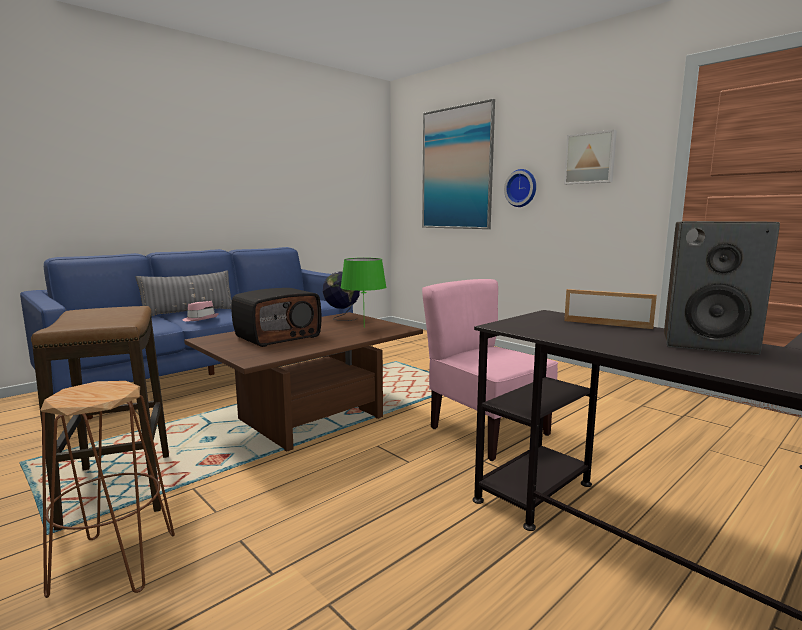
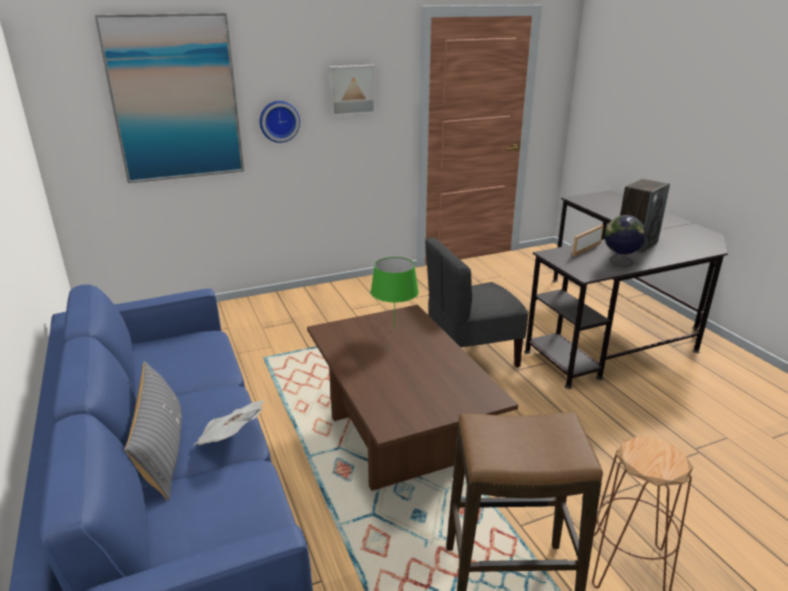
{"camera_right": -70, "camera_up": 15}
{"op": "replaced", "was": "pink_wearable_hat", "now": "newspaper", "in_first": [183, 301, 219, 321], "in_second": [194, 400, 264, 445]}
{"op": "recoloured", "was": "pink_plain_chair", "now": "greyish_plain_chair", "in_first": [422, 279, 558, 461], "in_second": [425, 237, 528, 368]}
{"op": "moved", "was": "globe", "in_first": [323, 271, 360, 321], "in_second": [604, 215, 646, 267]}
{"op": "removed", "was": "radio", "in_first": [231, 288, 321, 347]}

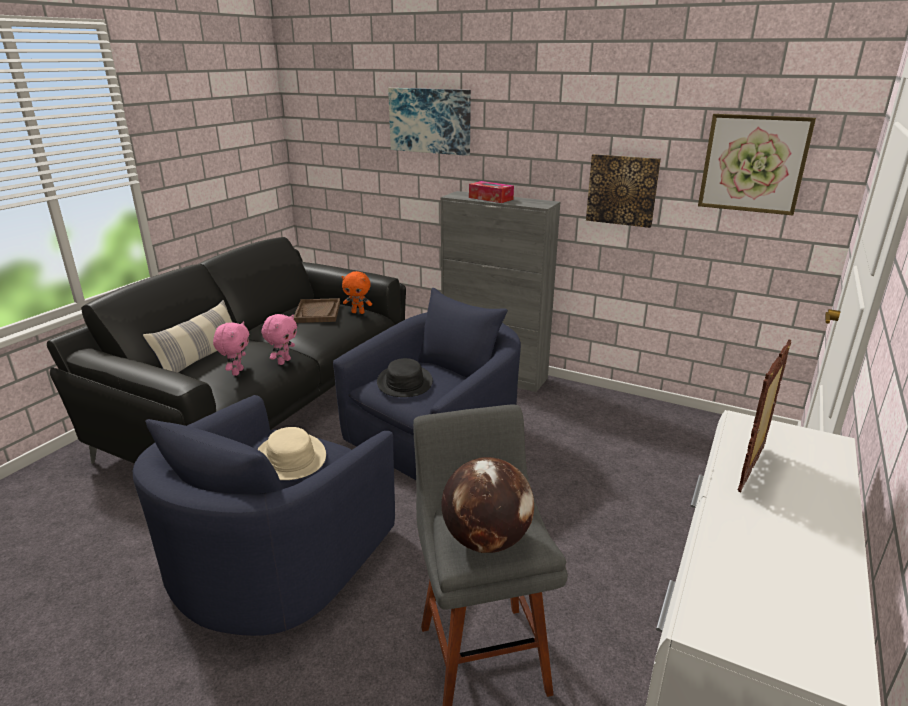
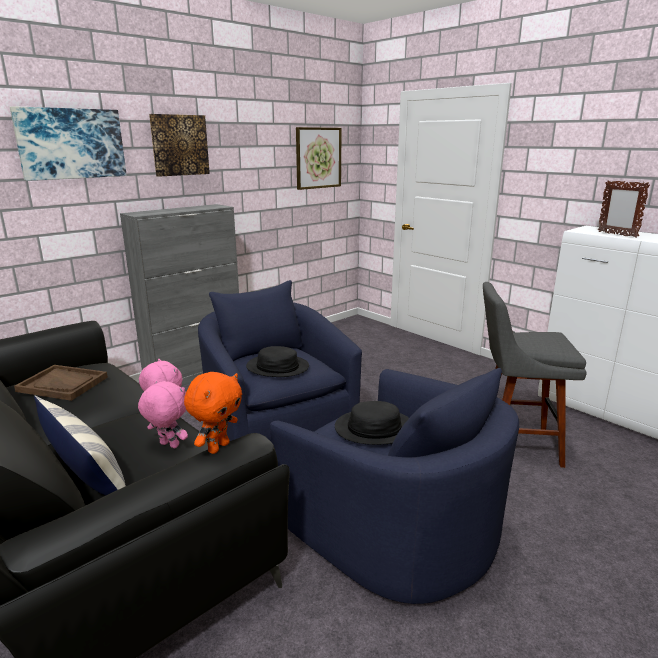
{"camera_right": -70, "camera_up": -5}
{"op": "moved", "was": "wall_picture", "in_first": [586, 154, 661, 228], "in_second": [149, 114, 210, 177]}
{"op": "moved", "was": "orange_cuddly_toy", "in_first": [342, 271, 372, 314], "in_second": [184, 372, 242, 454]}
{"op": "recoloured", "was": "beige-coloured_wearable_hat", "now": "blackish_wearable_hat", "in_first": [257, 427, 326, 480], "in_second": [335, 401, 409, 445]}
{"op": "removed", "was": "globe", "in_first": [441, 457, 534, 553]}
{"op": "removed", "was": "box_of_tissues", "in_first": [469, 181, 514, 203]}

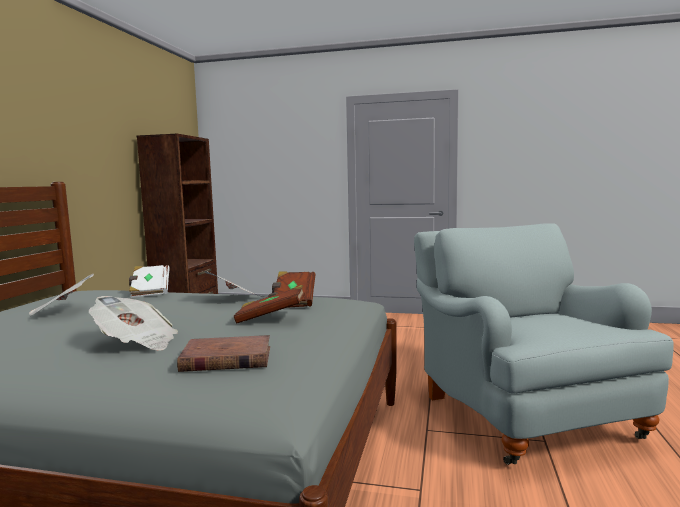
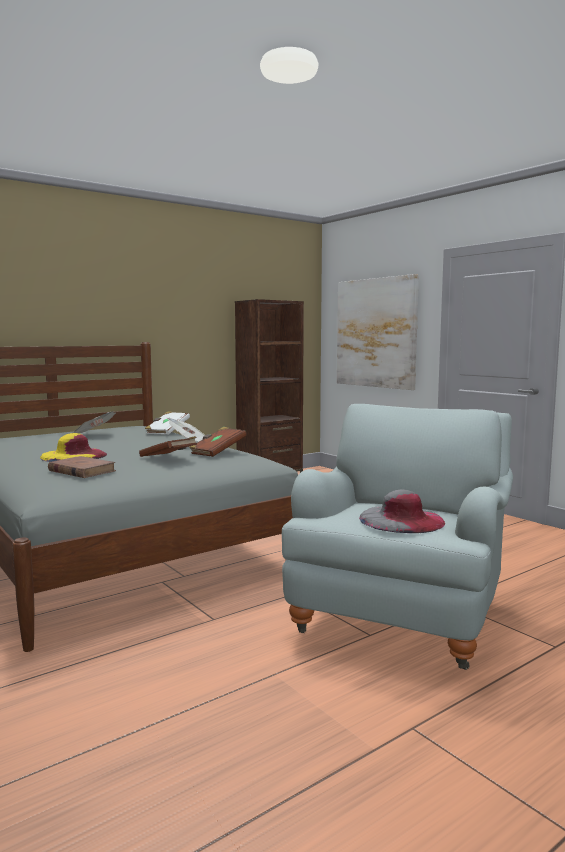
{"camera_right": 40, "camera_up": 0}
{"op": "replaced", "was": "newspaper", "now": "yellow-coloured_wearable_hat", "in_first": [89, 296, 178, 350], "in_second": [40, 433, 107, 462]}
{"op": "added", "now": "wall_picture", "in_second": [337, 274, 419, 390]}
{"op": "added", "now": "greyish_wearable_hat", "in_second": [359, 490, 445, 533]}

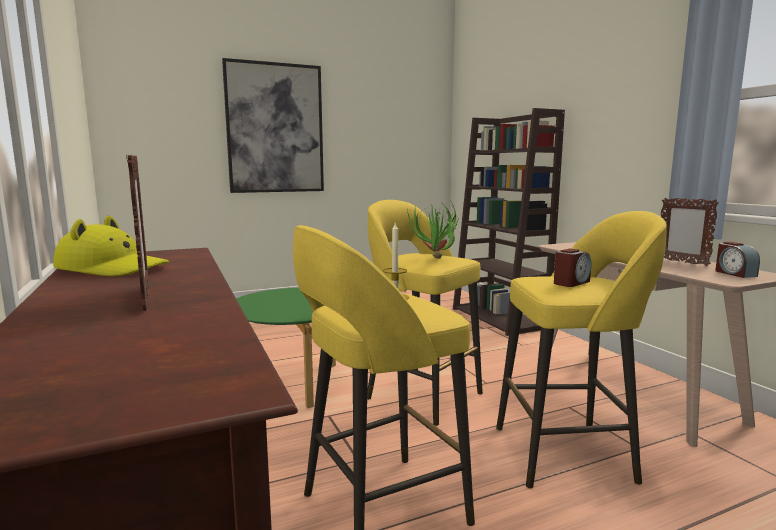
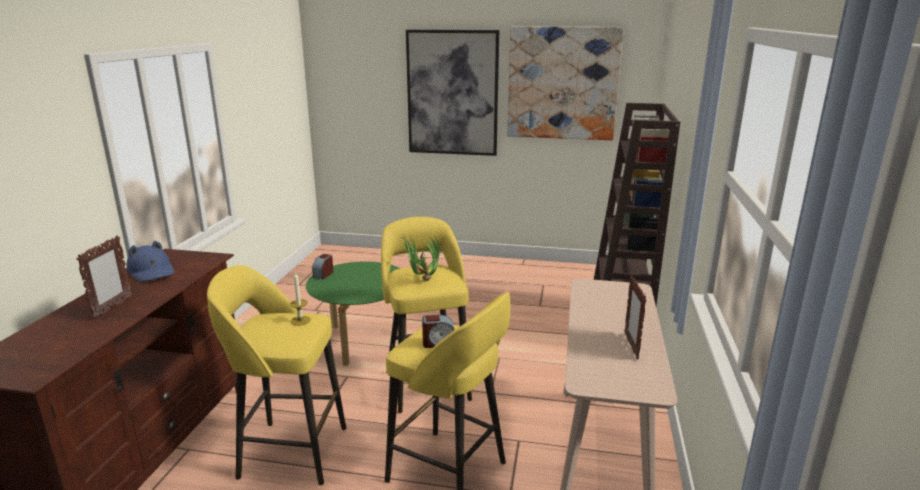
{"camera_right": 35, "camera_up": 10}
{"op": "recoloured", "was": "yellow-coloured_wearable_hat", "now": "bluish_wearable_hat", "in_first": [53, 216, 169, 276], "in_second": [127, 241, 175, 282]}
{"op": "moved", "was": "alarm_clock", "in_first": [715, 242, 760, 278], "in_second": [312, 254, 334, 280]}
{"op": "added", "now": "wall_picture", "in_second": [507, 26, 624, 140]}

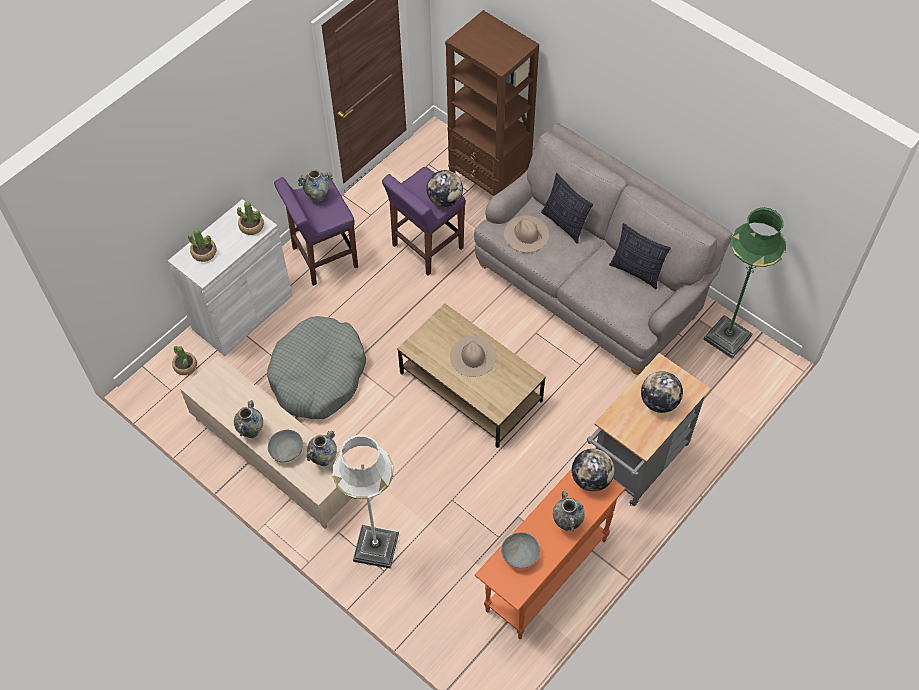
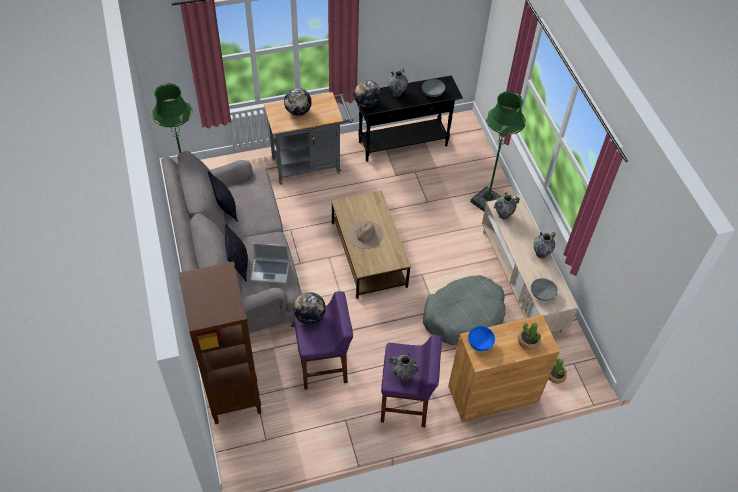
{"camera_right": -150, "camera_up": -5}
{"op": "replaced", "was": "beige-coloured_wearable_hat", "now": "portable_computer", "in_first": [504, 215, 549, 253], "in_second": [251, 243, 290, 283]}
{"op": "recoloured", "was": "orange_hall_table", "now": "blackish_hall_table", "in_first": [475, 469, 625, 639], "in_second": [353, 75, 463, 162]}
{"op": "recoloured", "was": "whitish_cabinet", "now": "brown_cabinet", "in_first": [168, 199, 293, 356], "in_second": [448, 314, 560, 422]}
{"op": "replaced", "was": "potted_plant", "now": "bluish_serving_bowl", "in_first": [237, 201, 264, 235], "in_second": [468, 326, 495, 351]}
{"op": "recoloured", "was": "whitish_standard_lamp", "now": "greenish_standard_lamp", "in_first": [332, 435, 399, 569], "in_second": [470, 91, 526, 211]}
{"op": "moved", "was": "greyish_serving_bowl", "in_first": [268, 430, 303, 462], "in_second": [531, 278, 558, 301]}

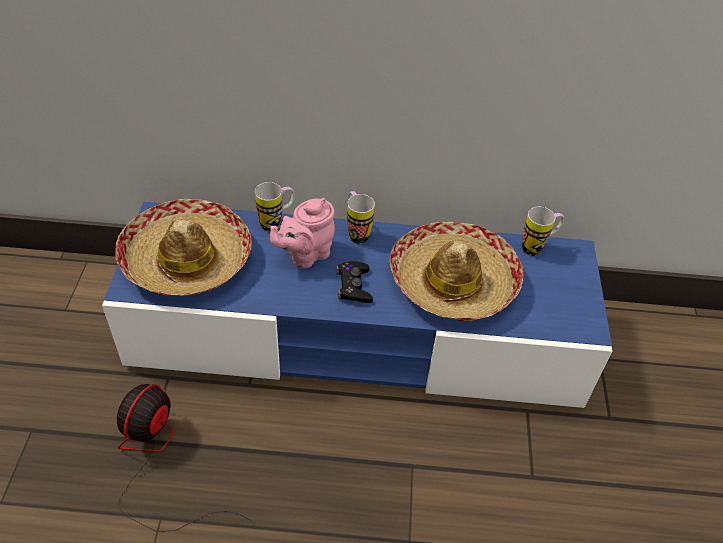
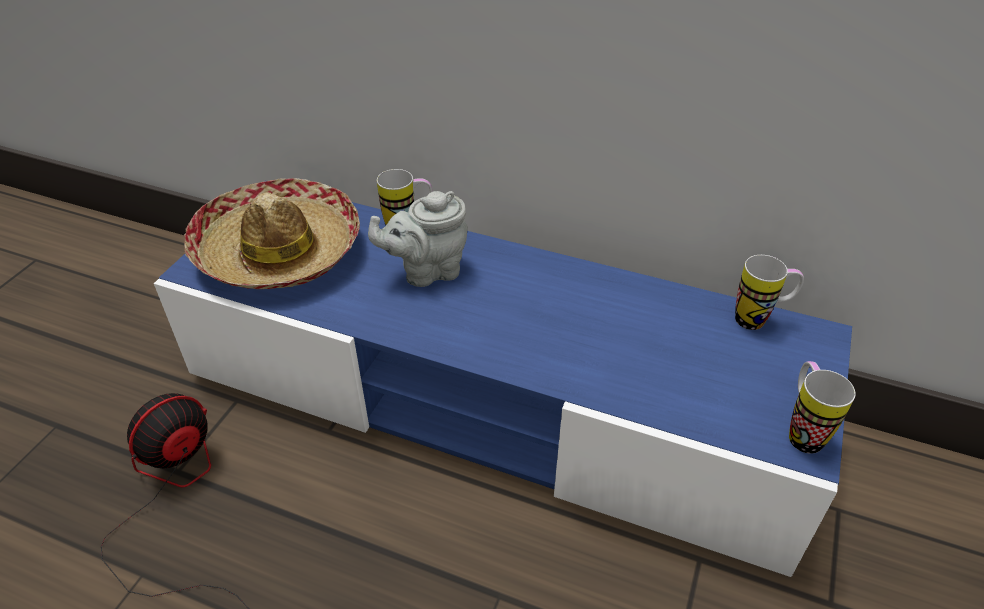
{"camera_right": 20, "camera_up": -5}
{"op": "recoloured", "was": "pink_tea_pot", "now": "greyish_tea_pot", "in_first": [270, 198, 335, 268], "in_second": [368, 191, 468, 287]}
{"op": "moved", "was": "mug", "in_first": [347, 191, 375, 244], "in_second": [789, 361, 856, 454]}
{"op": "removed", "was": "blackish_game_controller", "in_first": [336, 261, 373, 303]}
{"op": "removed", "was": "wearable_hat", "in_first": [390, 221, 523, 321]}

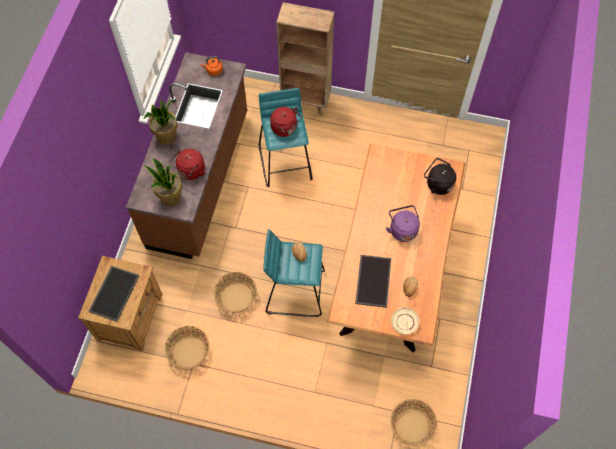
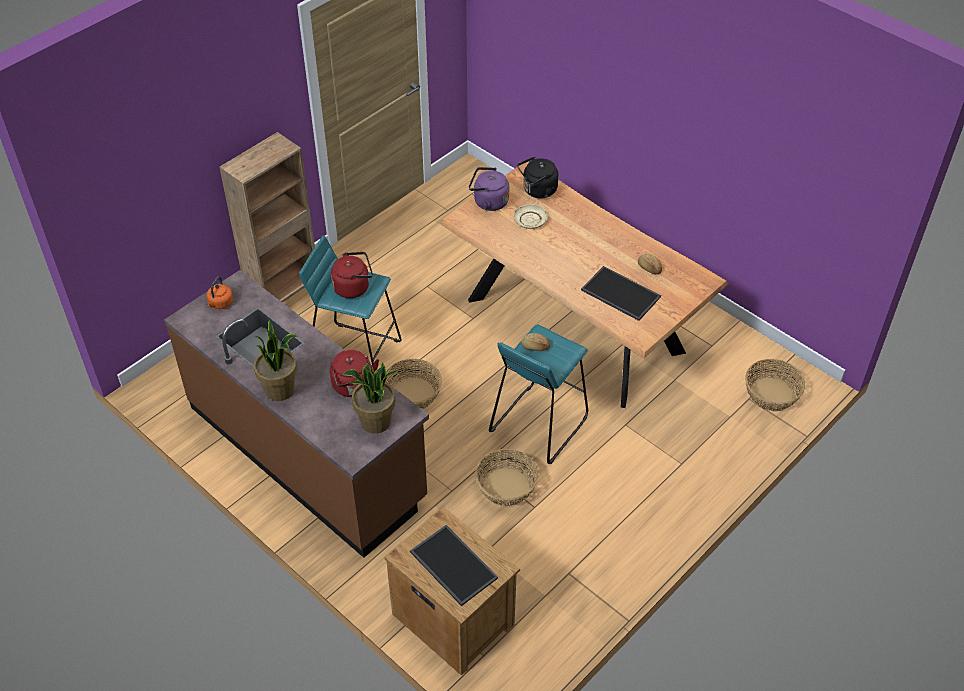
{"camera_right": -60, "camera_up": -15}
{"op": "moved", "was": "storage_basket", "in_first": [165, 326, 210, 369], "in_second": [386, 359, 442, 409]}
{"op": "moved", "was": "purplish_kettle", "in_first": [386, 205, 420, 242], "in_second": [469, 167, 509, 211]}
{"op": "moved", "was": "beige-coloured_flat_dish", "in_first": [391, 307, 419, 335], "in_second": [513, 204, 548, 229]}

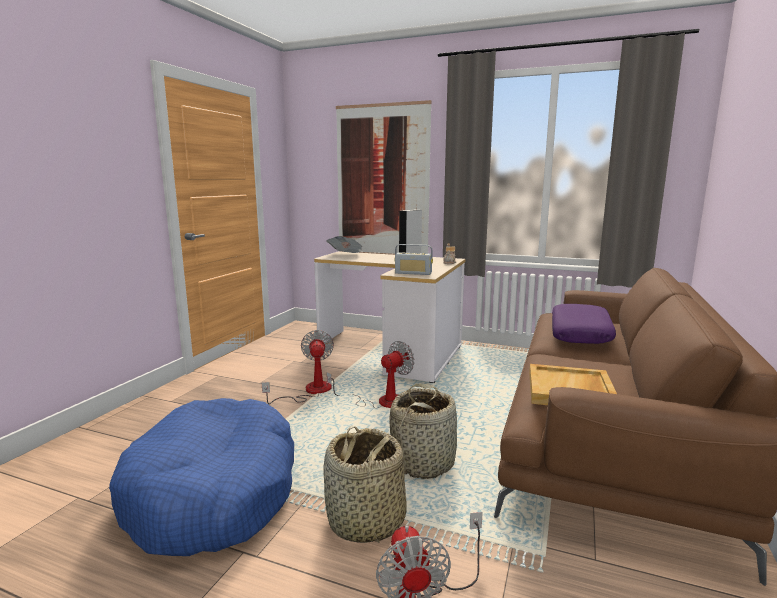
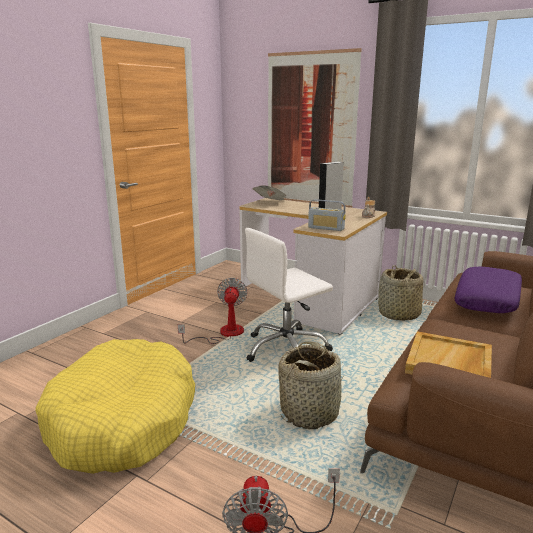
{"camera_right": 10, "camera_up": 5}
{"op": "recoloured", "was": "bluish_dog_bed", "now": "yellow-coloured_dog_bed", "in_first": [109, 398, 294, 556], "in_second": [35, 339, 195, 474]}
{"op": "replaced", "was": "cooling_fan", "now": "whitish_office_chair", "in_first": [327, 341, 415, 408], "in_second": [245, 228, 333, 362]}
{"op": "moved", "was": "storage_basket", "in_first": [323, 426, 407, 543], "in_second": [378, 265, 423, 321]}

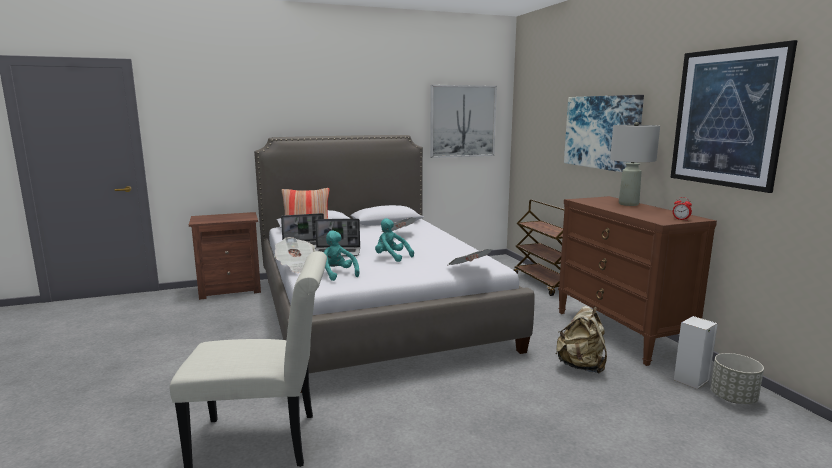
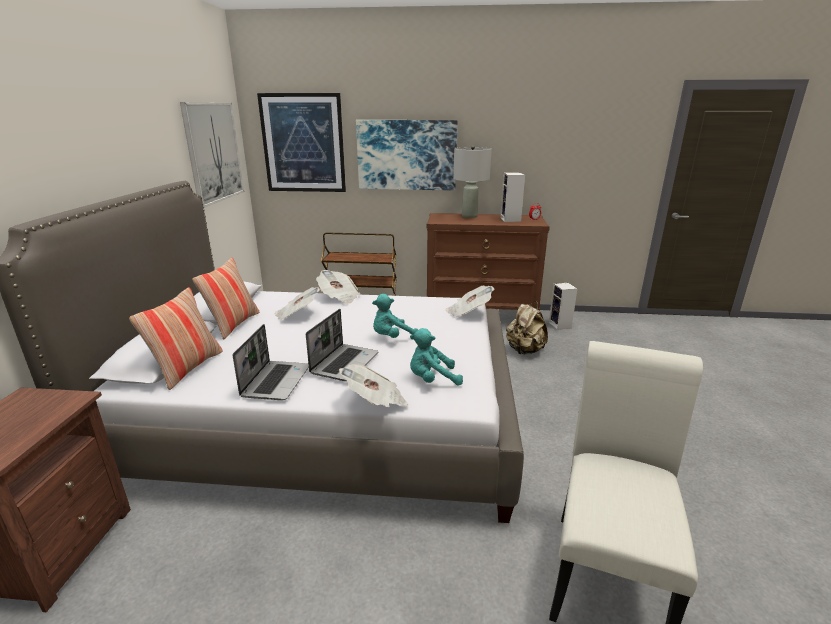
{"camera_right": -65, "camera_up": 10}
{"op": "added", "now": "cushion", "in_second": [192, 258, 259, 339]}
{"op": "moved", "was": "wall_picture", "in_first": [670, 40, 798, 193], "in_second": [257, 93, 346, 192]}
{"op": "added", "now": "newspaper", "in_second": [316, 270, 360, 304]}
{"op": "added", "now": "loudspeaker", "in_second": [500, 173, 525, 222]}
{"op": "removed", "was": "greyish_planter", "in_first": [711, 353, 764, 404]}

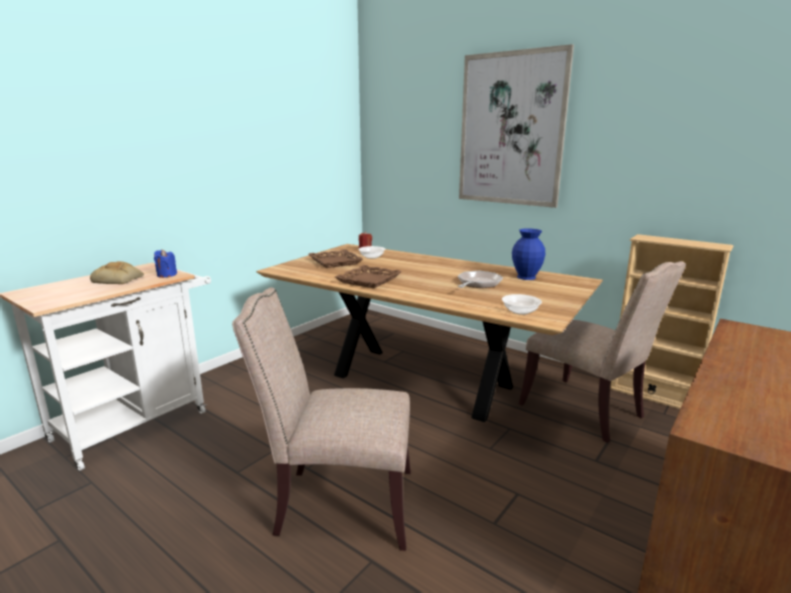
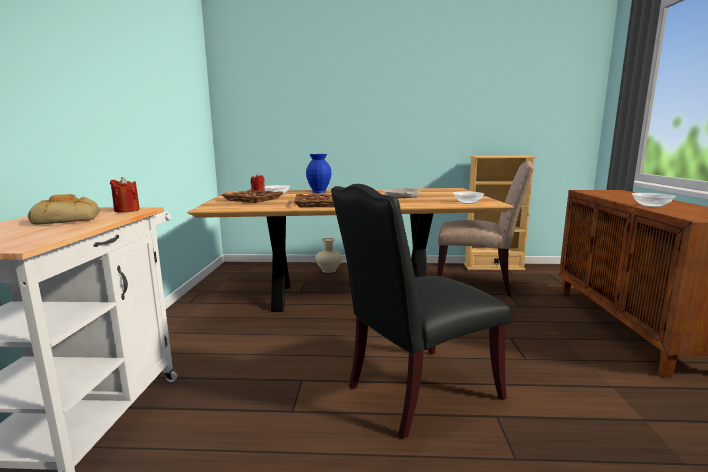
{"camera_right": -35, "camera_up": -5}
{"op": "recoloured", "was": "bluish_wax_candle", "now": "red_wax_candle", "in_first": [154, 250, 177, 278], "in_second": [110, 177, 140, 213]}
{"op": "moved", "was": "bluish_vase", "in_first": [512, 228, 545, 280], "in_second": [306, 154, 332, 193]}
{"op": "added", "now": "beige-coloured_vase", "in_second": [315, 238, 342, 273]}
{"op": "recoloured", "was": "beige-coloured_plain_chair", "now": "blackish_plain_chair", "in_first": [232, 287, 411, 551], "in_second": [331, 184, 510, 439]}
{"op": "added", "now": "serving_bowl", "in_second": [632, 193, 676, 207]}
{"op": "removed", "was": "wall_picture", "in_first": [459, 44, 574, 208]}

